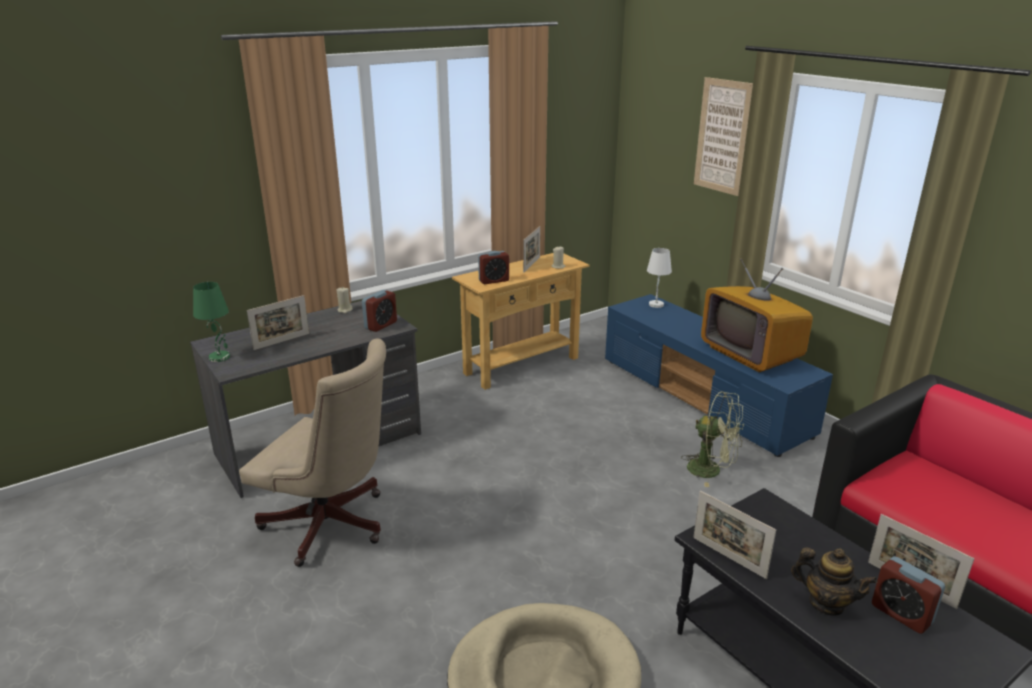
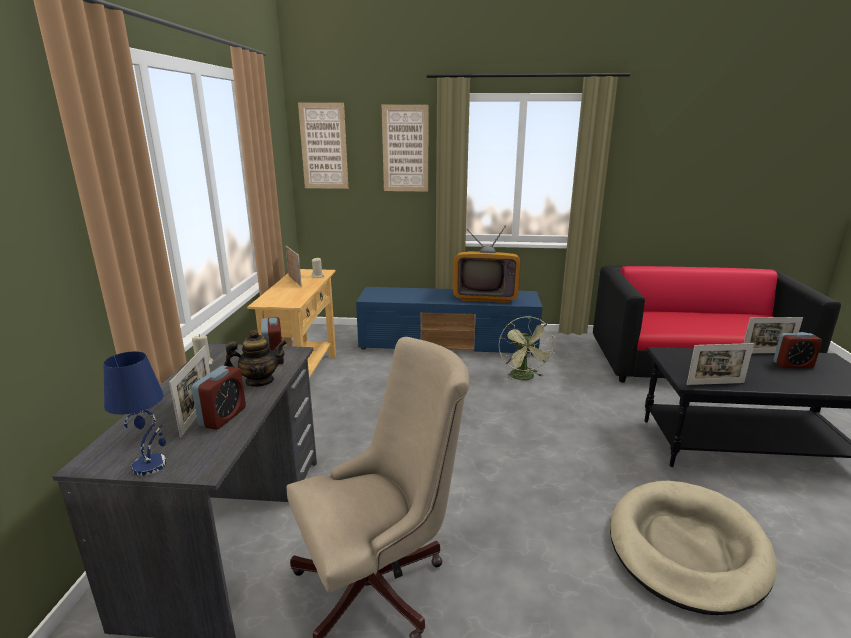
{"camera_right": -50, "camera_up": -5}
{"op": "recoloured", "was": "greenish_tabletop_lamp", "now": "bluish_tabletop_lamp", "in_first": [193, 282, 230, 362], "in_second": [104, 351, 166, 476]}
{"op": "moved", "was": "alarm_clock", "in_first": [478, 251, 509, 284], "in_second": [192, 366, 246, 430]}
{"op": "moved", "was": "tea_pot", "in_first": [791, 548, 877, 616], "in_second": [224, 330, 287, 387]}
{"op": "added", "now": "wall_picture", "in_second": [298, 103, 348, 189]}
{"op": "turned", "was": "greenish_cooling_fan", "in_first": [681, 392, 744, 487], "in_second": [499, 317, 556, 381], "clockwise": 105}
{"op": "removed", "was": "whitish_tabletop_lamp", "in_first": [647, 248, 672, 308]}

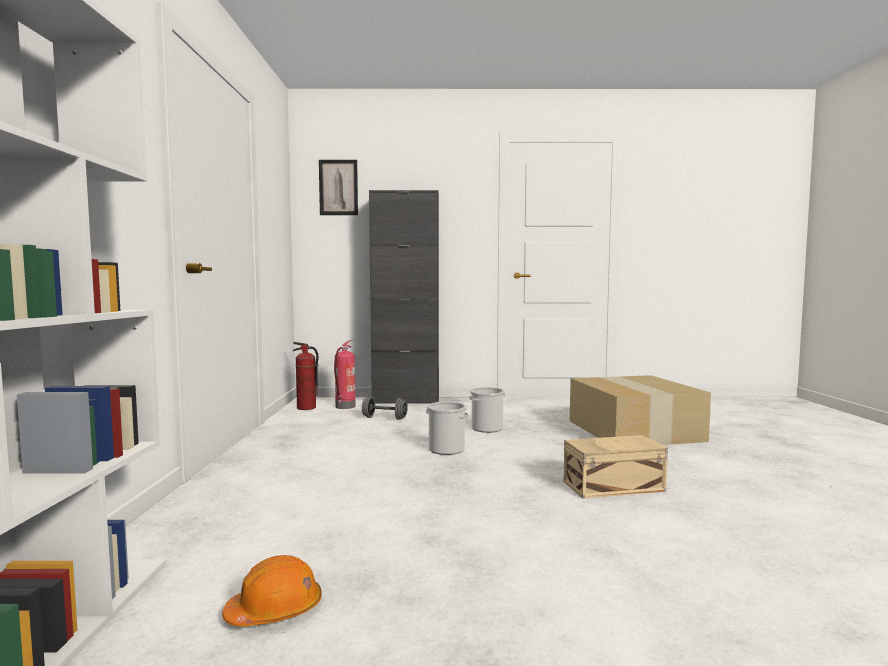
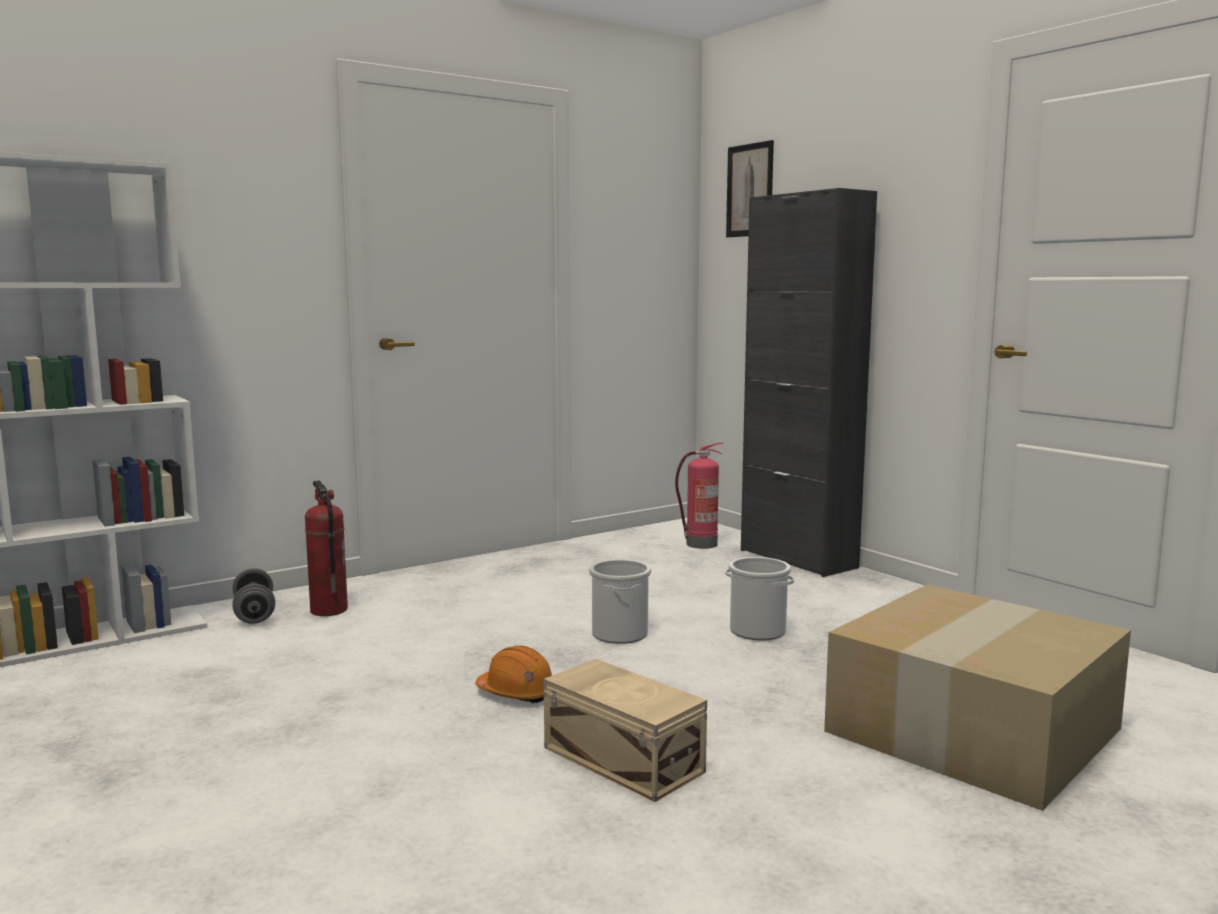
{"camera_right": 55, "camera_up": 5}
{"op": "moved", "was": "greyish_free_weight", "in_first": [362, 396, 408, 420], "in_second": [232, 568, 275, 624]}
{"op": "moved", "was": "fire-fighting_cylinder", "in_first": [293, 342, 319, 410], "in_second": [305, 481, 348, 616]}
{"op": "moved", "was": "orange_work_helmet", "in_first": [222, 555, 322, 626], "in_second": [475, 646, 552, 703]}

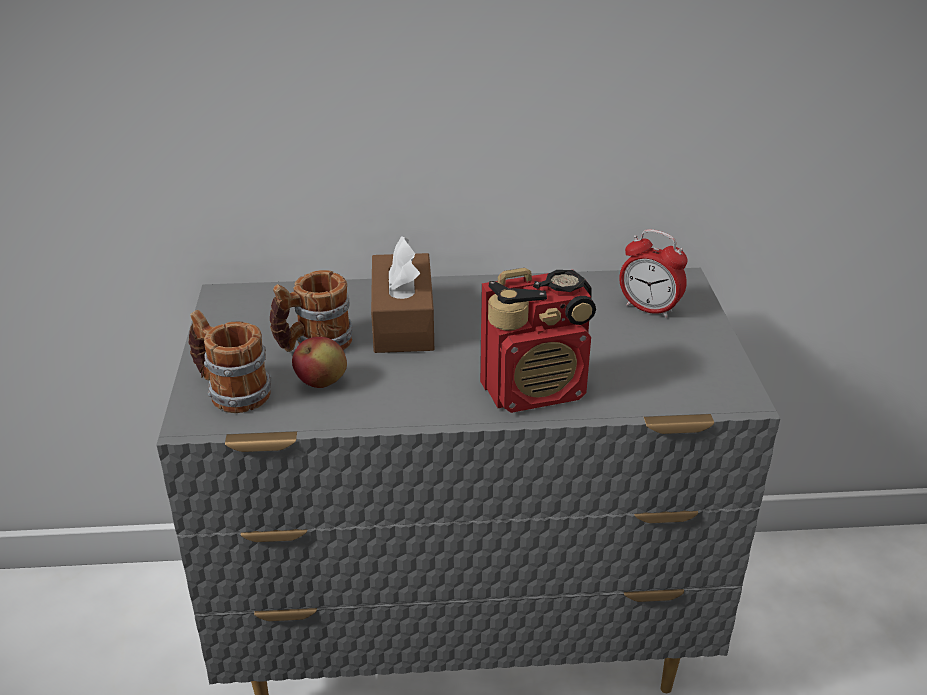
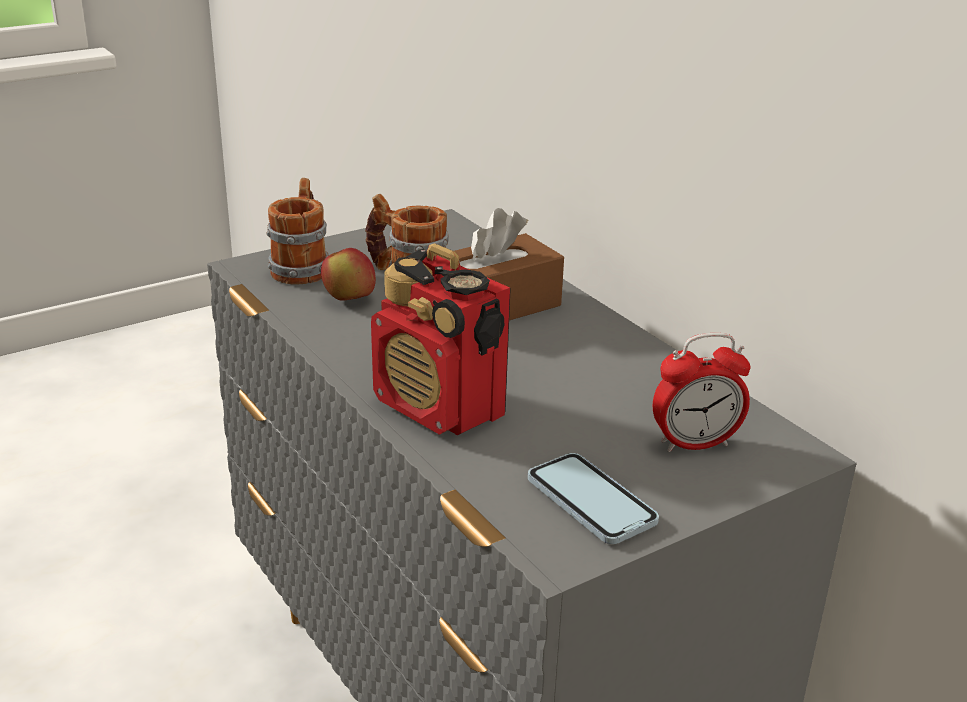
{"camera_right": 60, "camera_up": -5}
{"op": "added", "now": "phone", "in_second": [528, 453, 659, 544]}
{"op": "turned", "was": "alarm_clock", "in_first": [619, 229, 687, 318], "in_second": [653, 333, 750, 452], "clockwise": -105}

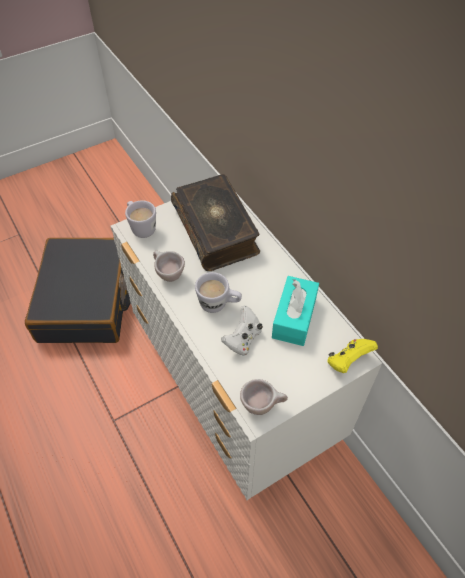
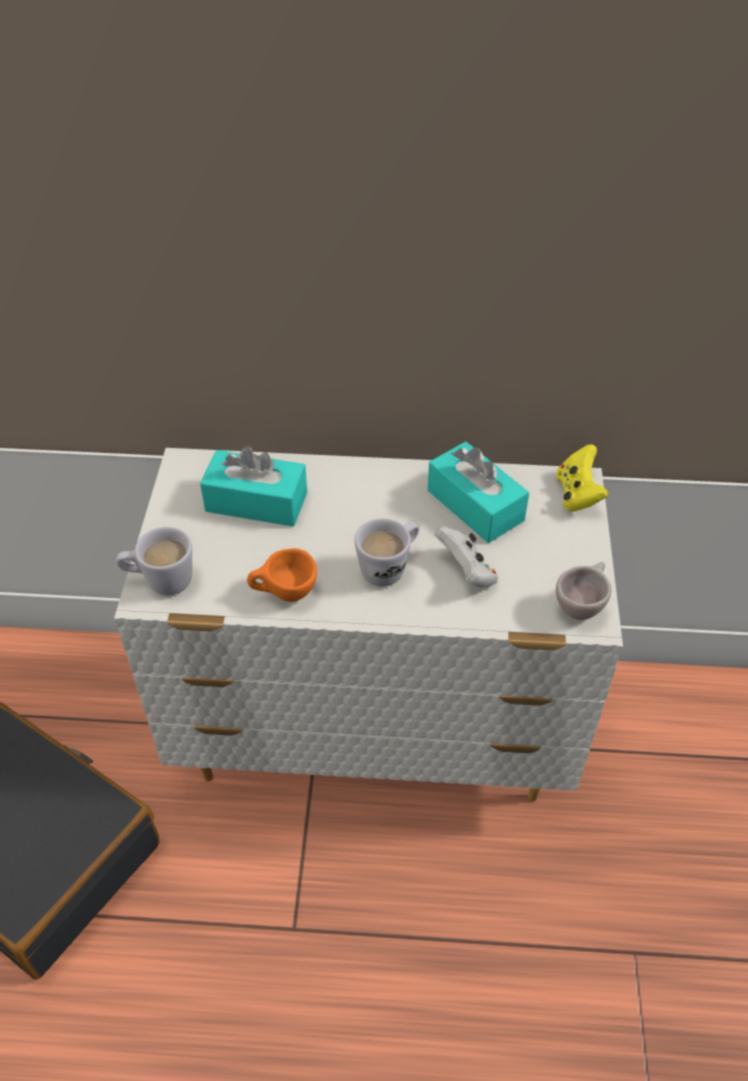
{"camera_right": -55, "camera_up": -5}
{"op": "replaced", "was": "bound_book", "now": "blue-green_box_of_tissues", "in_first": [171, 174, 260, 271], "in_second": [200, 446, 307, 527]}
{"op": "recoloured", "was": "beige-coloured_small_cup", "now": "orange_small_cup", "in_first": [153, 250, 185, 282], "in_second": [247, 548, 317, 602]}

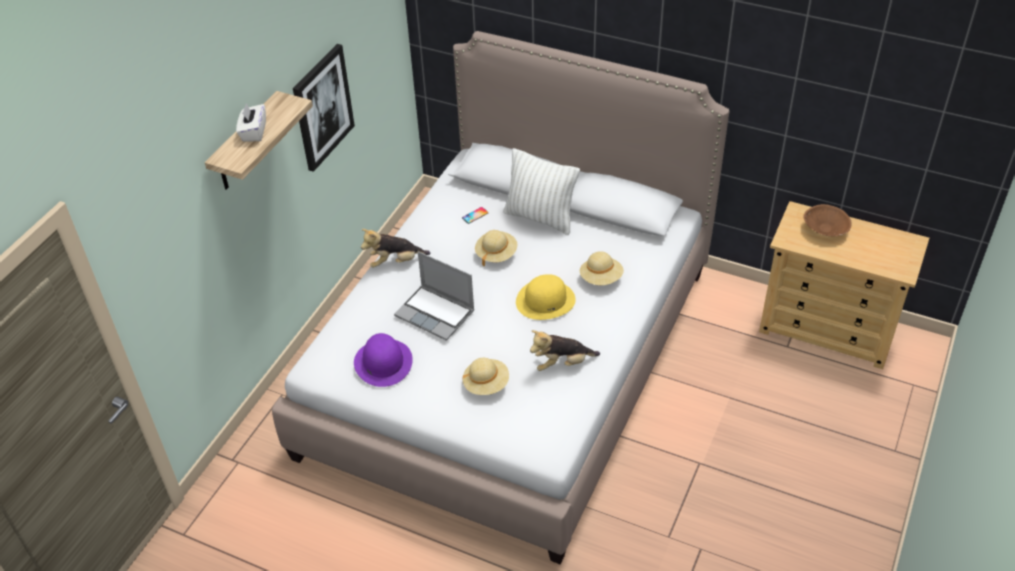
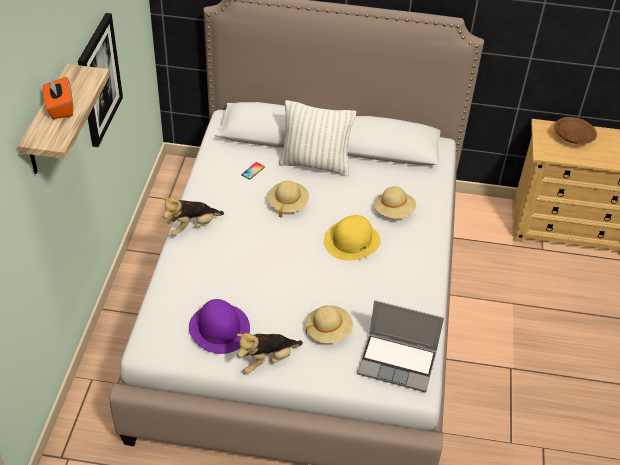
{"camera_right": -20, "camera_up": 0}
{"op": "recoloured", "was": "whitish_box_of_tissues", "now": "orange_box_of_tissues", "in_first": [236, 103, 266, 142], "in_second": [43, 77, 73, 119]}
{"op": "moved", "was": "cuddly_toy", "in_first": [530, 330, 600, 371], "in_second": [237, 333, 303, 373]}
{"op": "moved", "was": "portable_computer", "in_first": [394, 251, 475, 341], "in_second": [357, 300, 444, 392]}

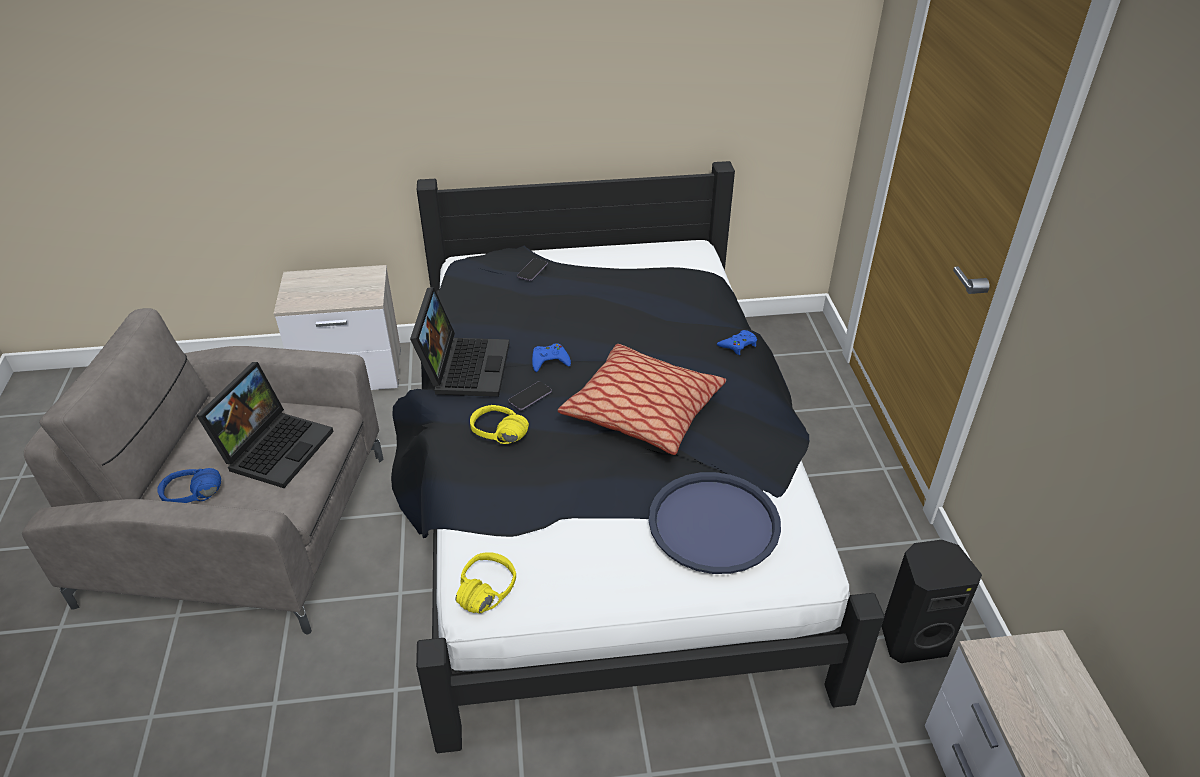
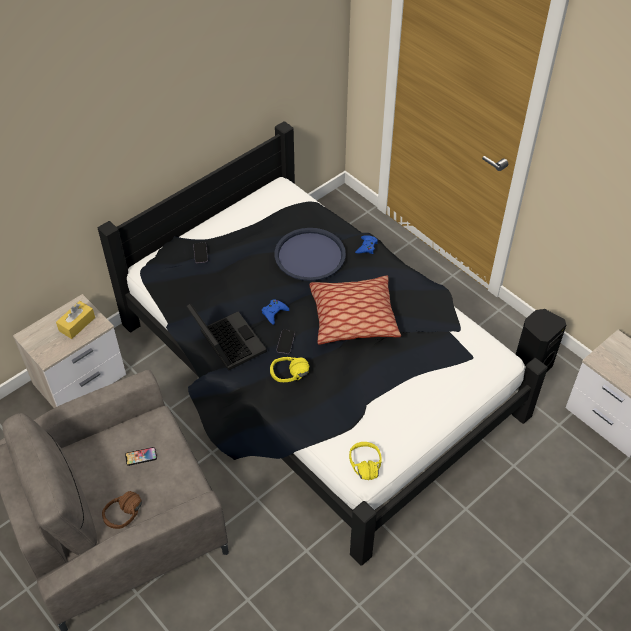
{"camera_right": -35, "camera_up": 10}
{"op": "added", "now": "yellow-coloured_box_of_tissues", "in_second": [56, 301, 95, 339]}
{"op": "recoloured", "was": "bluish_headphones", "now": "brown_headphones", "in_first": [157, 468, 221, 503], "in_second": [102, 491, 142, 529]}
{"op": "replaced", "was": "portable_computer", "now": "phone", "in_first": [196, 362, 334, 488], "in_second": [125, 447, 157, 466]}
{"op": "moved", "was": "bluish_serving_tray", "in_first": [649, 472, 781, 574], "in_second": [275, 228, 346, 281]}

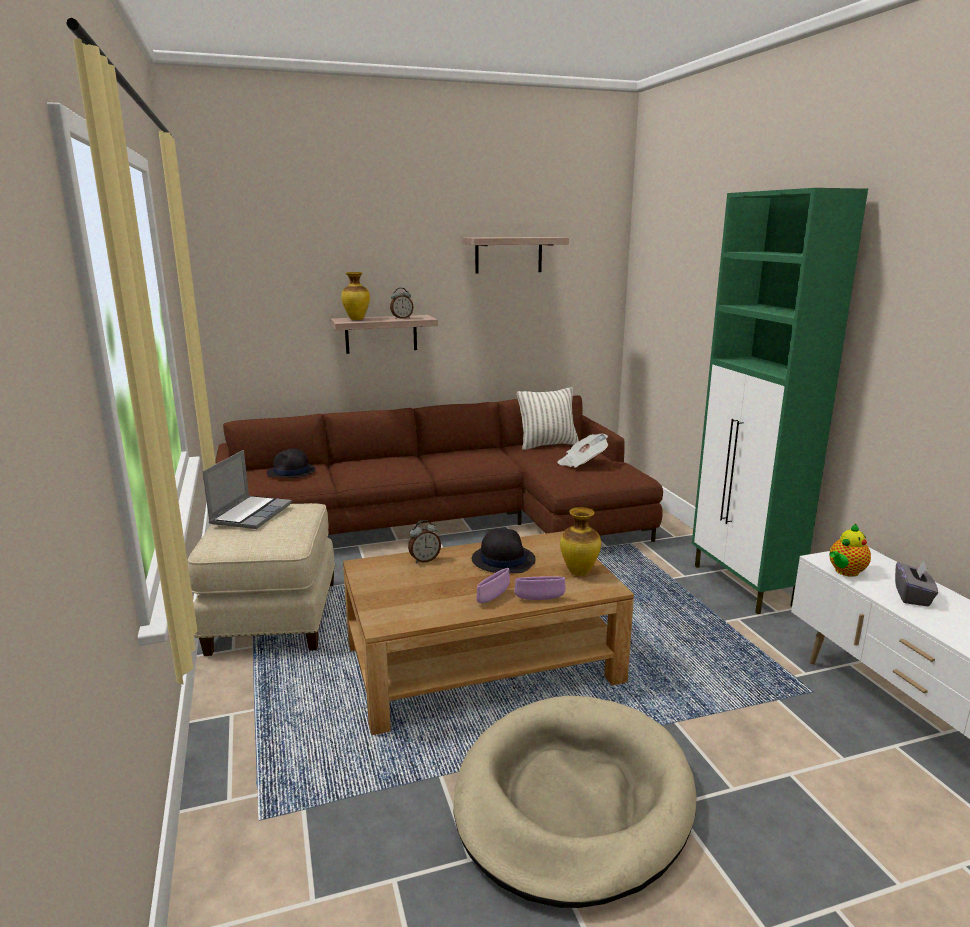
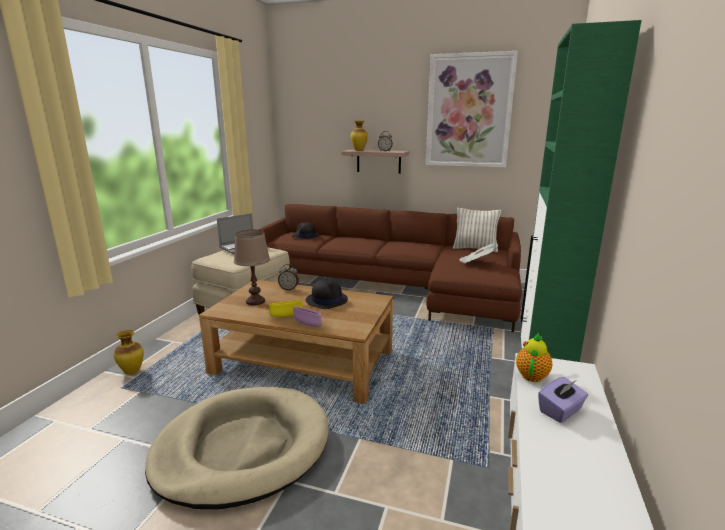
{"camera_right": 35, "camera_up": 0}
{"op": "moved", "was": "vase", "in_first": [560, 507, 601, 576], "in_second": [114, 330, 144, 375]}
{"op": "added", "now": "brown_tabletop_lamp", "in_second": [234, 230, 270, 305]}
{"op": "recoloured", "was": "purplish_serving_bowl", "now": "yellow-coloured_serving_bowl", "in_first": [476, 568, 510, 603], "in_second": [269, 300, 303, 317]}
{"op": "replaced", "was": "wall_shelf", "now": "wall_picture", "in_first": [463, 237, 569, 274], "in_second": [426, 51, 518, 168]}
{"op": "turned", "was": "tea_pot", "in_first": [829, 524, 871, 577], "in_second": [516, 333, 552, 382], "clockwise": 120}
{"op": "recoloured", "was": "greyish_box_of_tissues", "now": "purplish_box_of_tissues", "in_first": [895, 561, 938, 606], "in_second": [538, 377, 588, 423]}

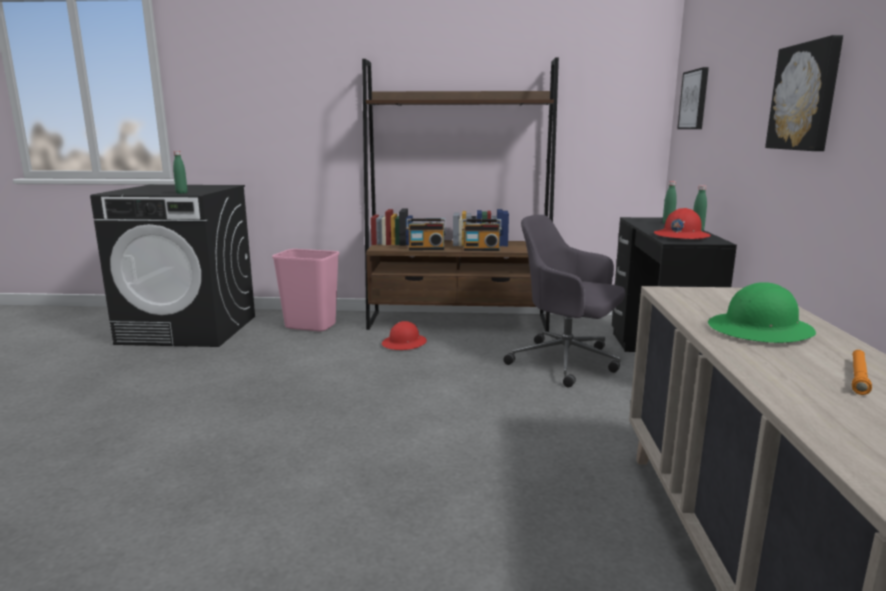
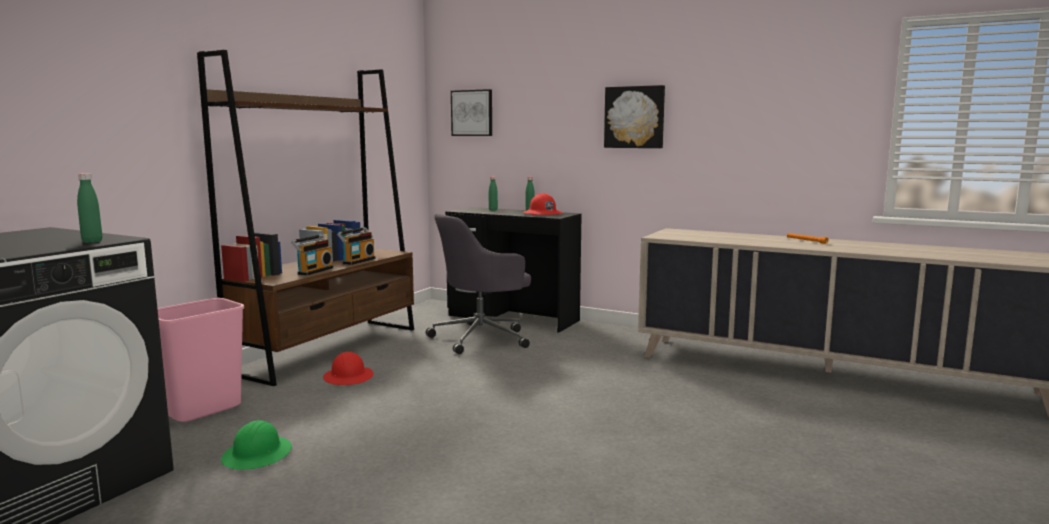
{"camera_right": -65, "camera_up": -5}
{"op": "moved", "was": "greenish_work_helmet", "in_first": [708, 282, 816, 343], "in_second": [221, 420, 292, 470]}

